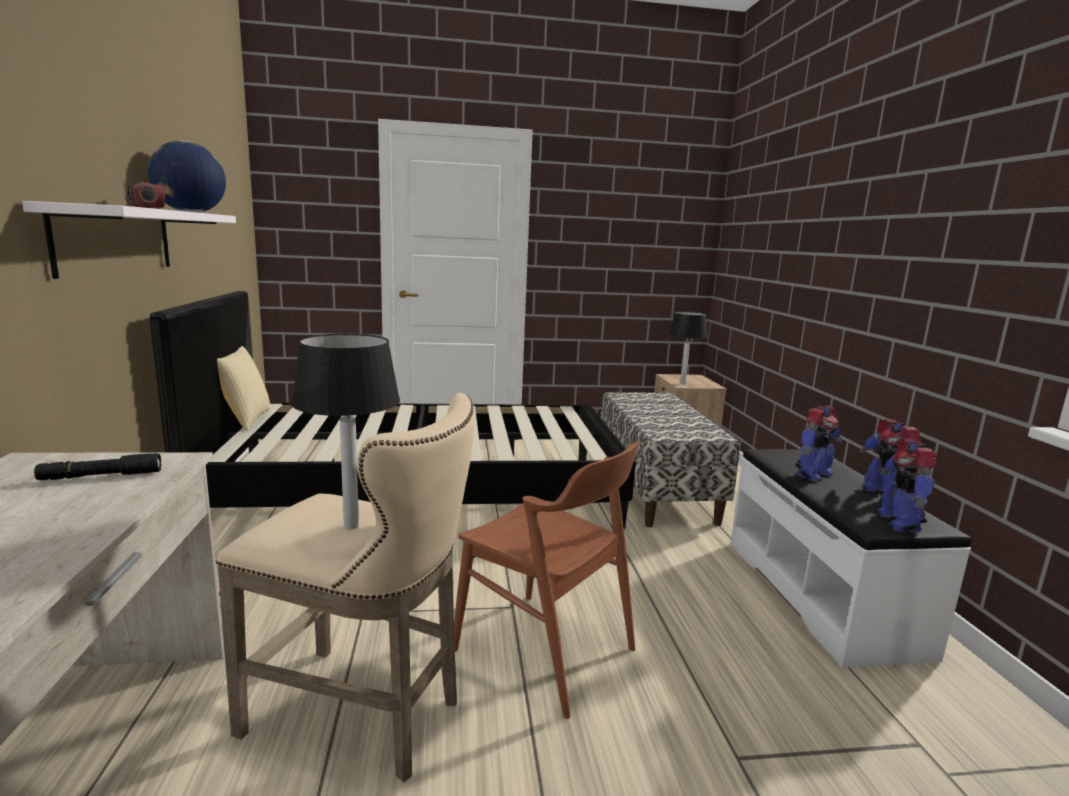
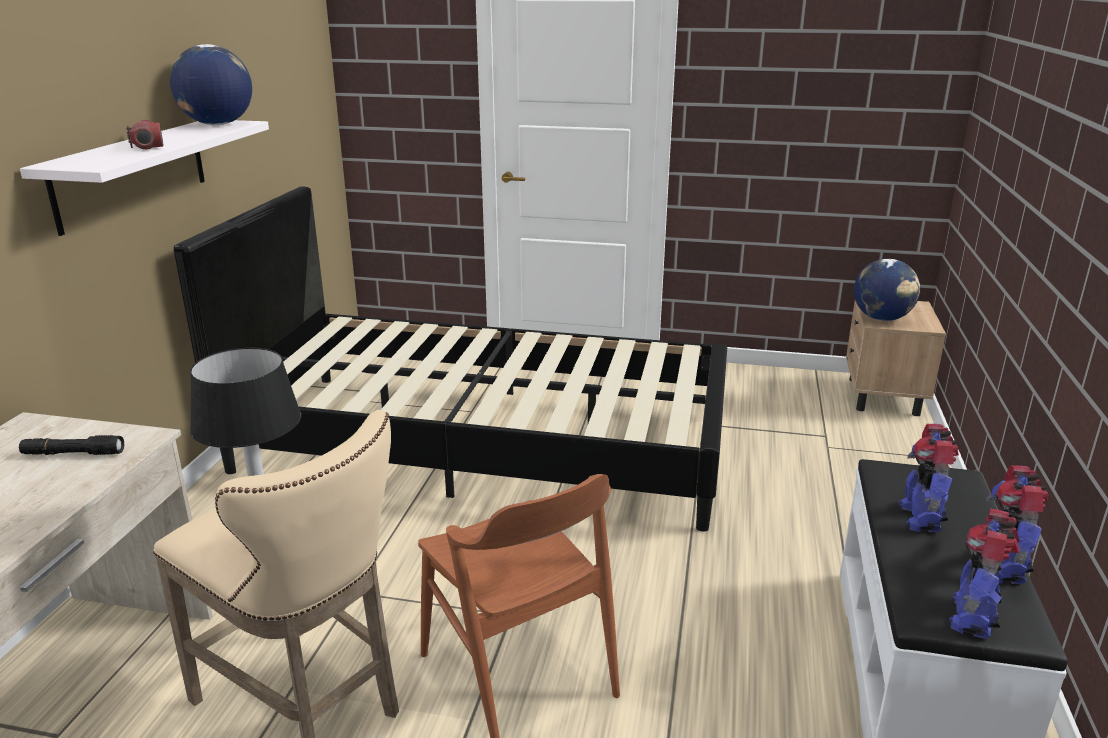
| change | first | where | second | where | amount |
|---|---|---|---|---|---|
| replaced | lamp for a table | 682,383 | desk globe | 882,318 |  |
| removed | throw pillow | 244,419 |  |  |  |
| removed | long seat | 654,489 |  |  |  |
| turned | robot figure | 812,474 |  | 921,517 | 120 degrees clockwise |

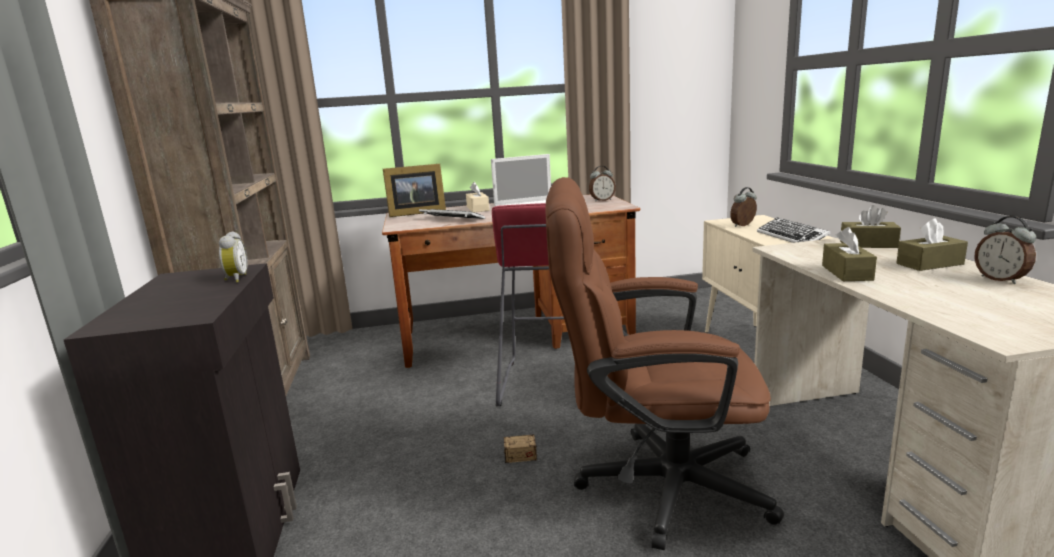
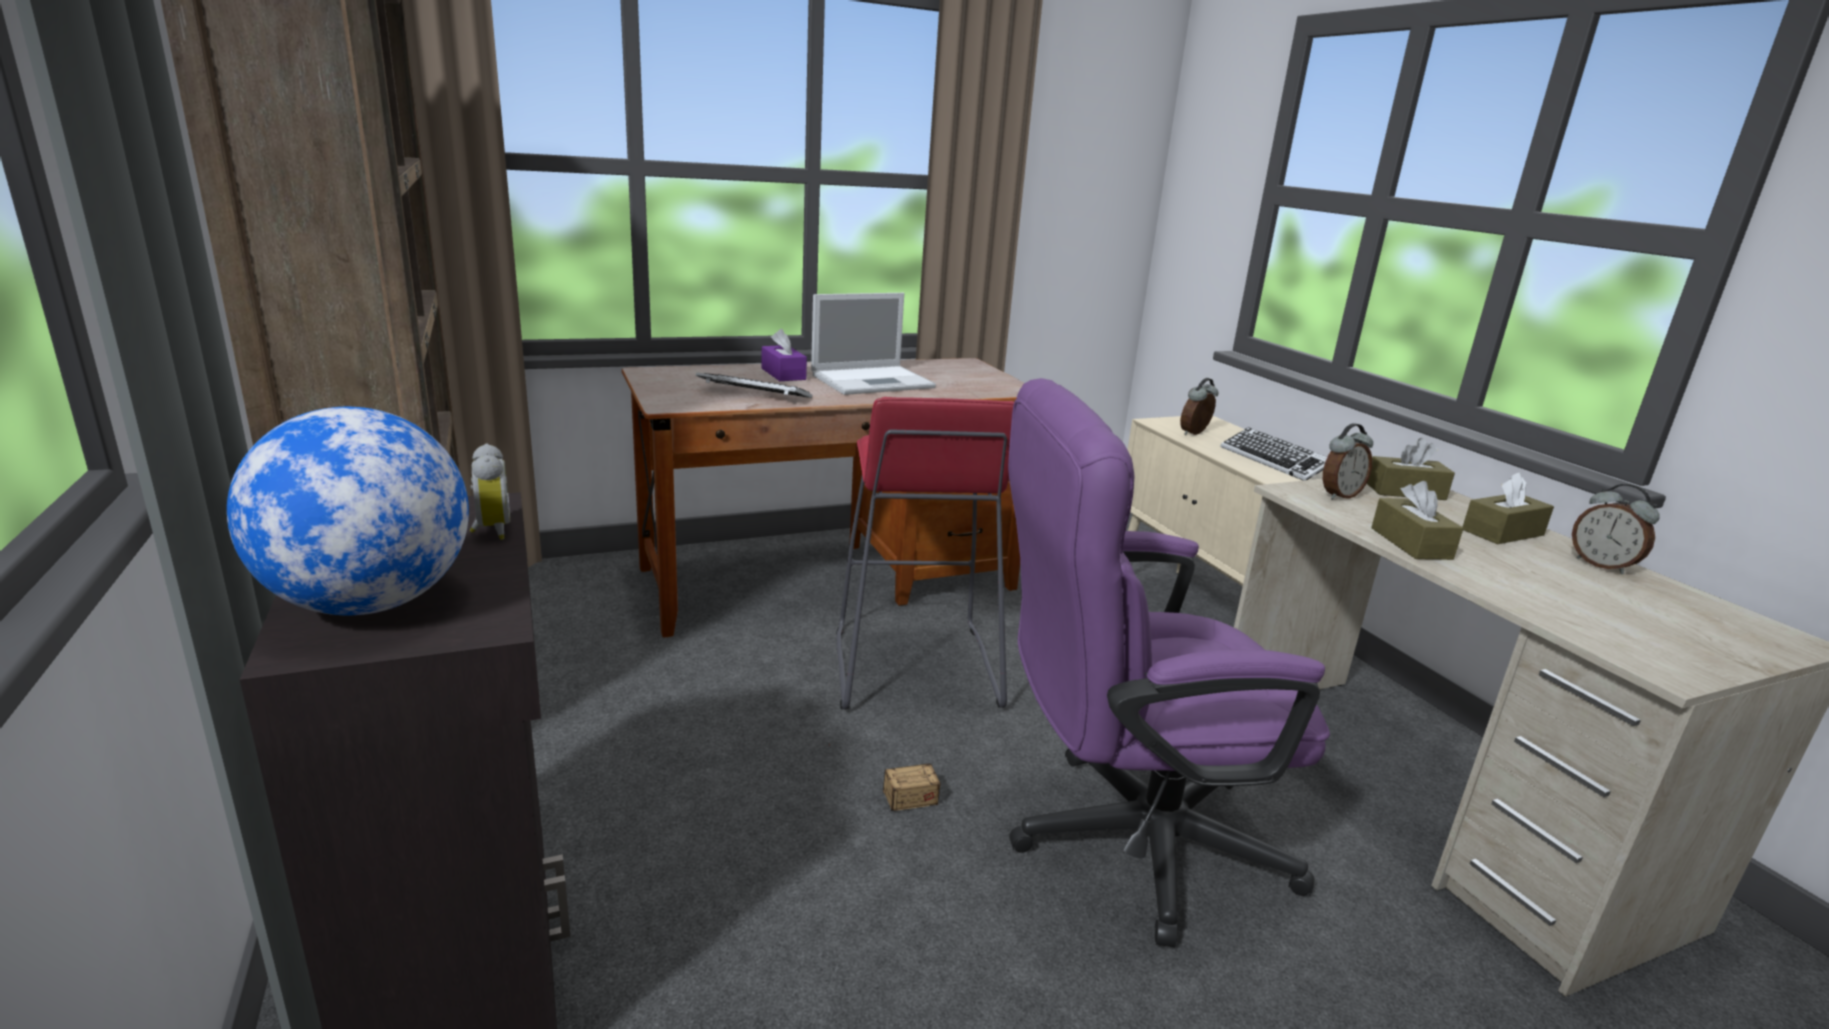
| change | first | where | second | where | amount |
|---|---|---|---|---|---|
| removed | picture frame | 415,213 |  |  |  |
| moved | table clock | 602,200 |  | 1339,495 |  |
| recoloured | brown-coloured desk chair | 654,485 | purple desk chair | 1123,840 |  |
| recoloured | sand-coloured tissue holder | 478,209 | purple tissue holder | 783,374 |  |
| added |  |  | desk globe | 370,604 |  |

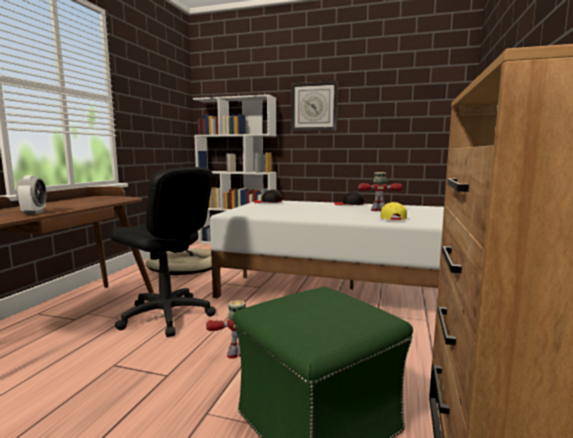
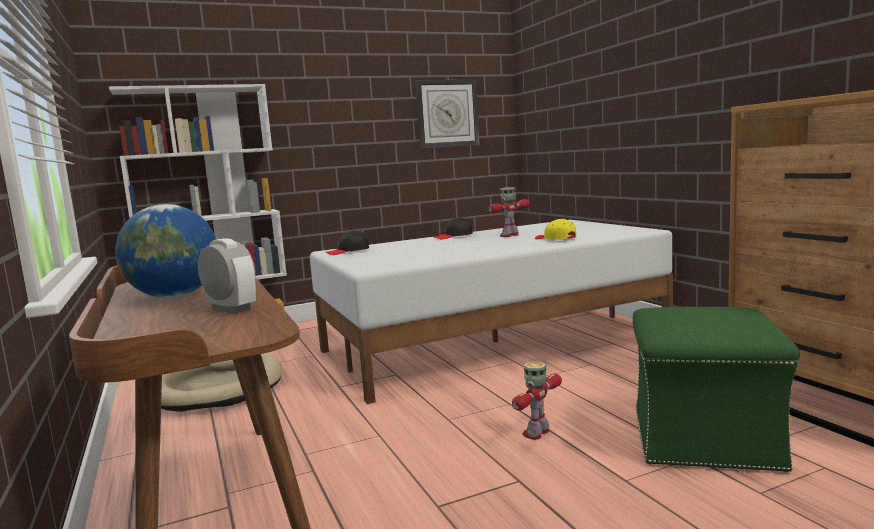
| change | first | where | second | where | amount |
|---|---|---|---|---|---|
| moved | wall clock | 314,106 |  | 447,113 |  |
| removed | black-coloured desk chair | 166,316 |  |  |  |
| added |  |  | desk globe | 174,296 |  |

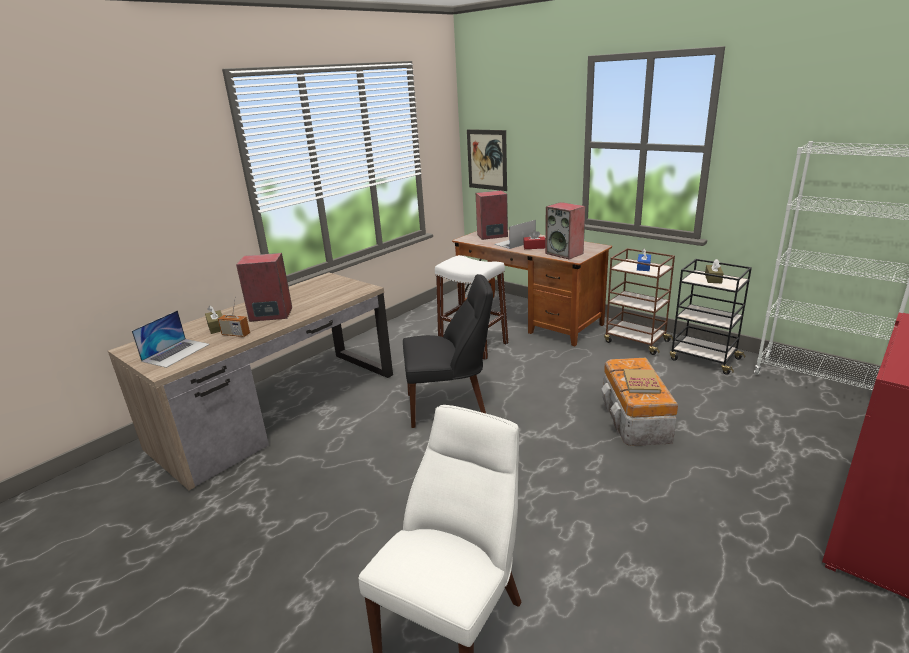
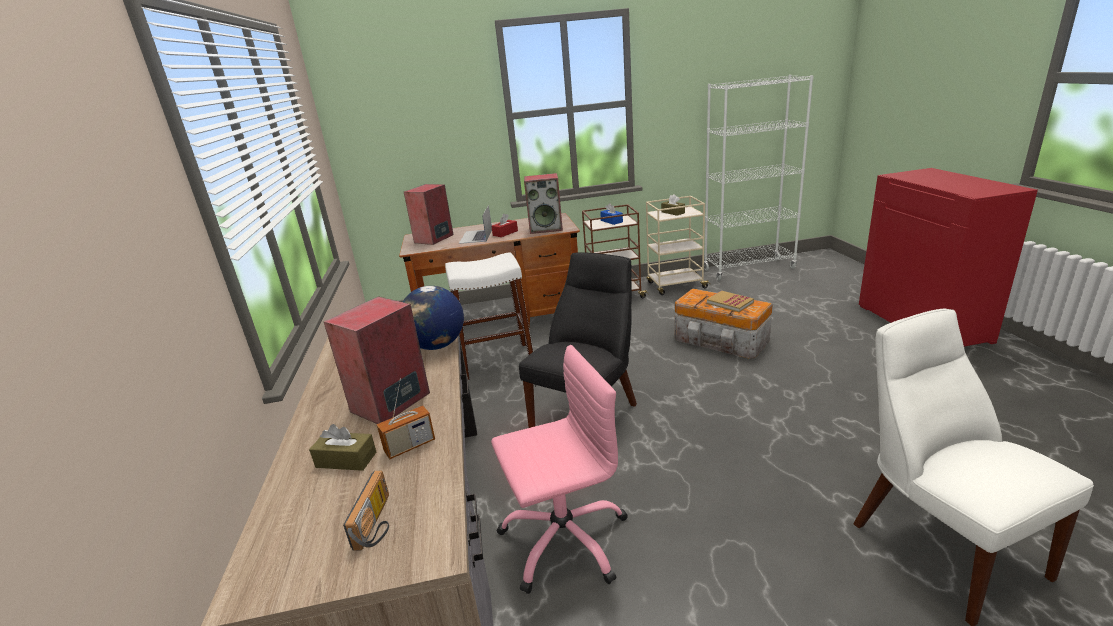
| change | first | where | second | where | amount |
|---|---|---|---|---|---|
| removed | wall picture | 487,160 |  |  |  |
| recoloured | black-coloured wheeled cart | 703,359 | sand-coloured wheeled cart | 675,285 |  |
| replaced | notebook computer | 176,352 | radio | 378,523 |  |
| added |  |  | desk globe | 436,346 |  |
| added |  |  | pinkish desk chair | 564,539 |  |

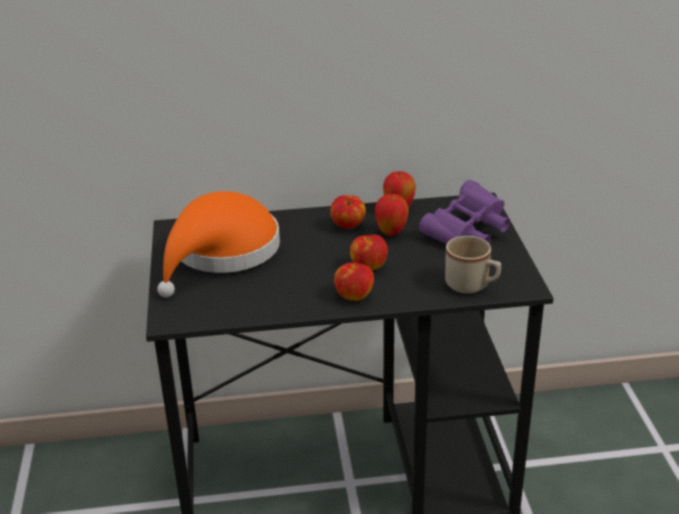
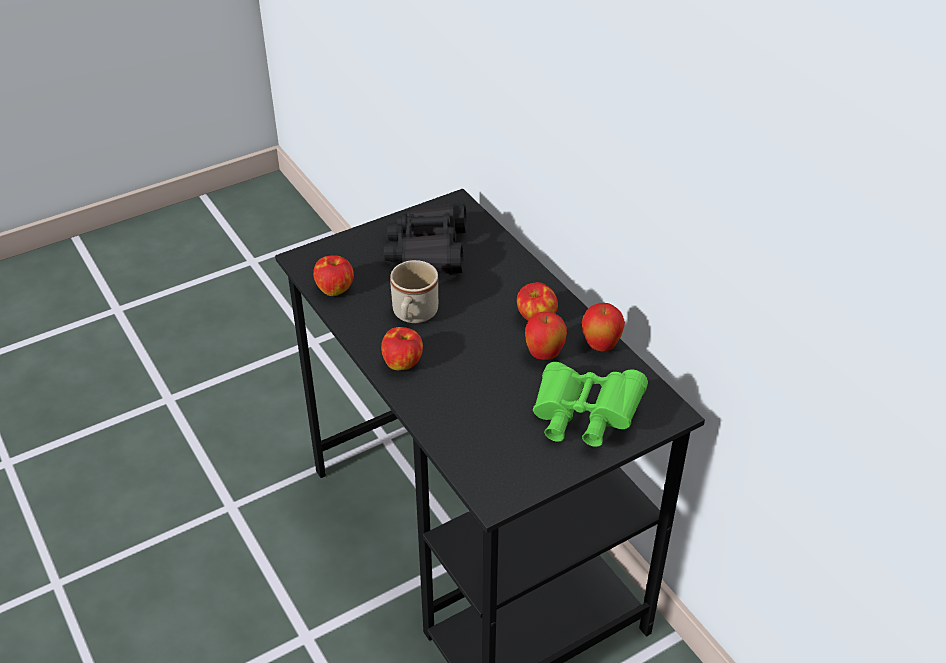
| change | first | where | second | where | amount |
|---|---|---|---|---|---|
| recoloured | purple binoculars | 467,233 | green-coloured binoculars | 583,418 |  |
| replaced | orange hat | 222,253 | black-coloured binoculars | 428,250 |  |
| moved | apple | 368,266 |  | 335,289 |  |
| moved | sand-coloured tea mug | 472,286 |  | 413,316 |  |

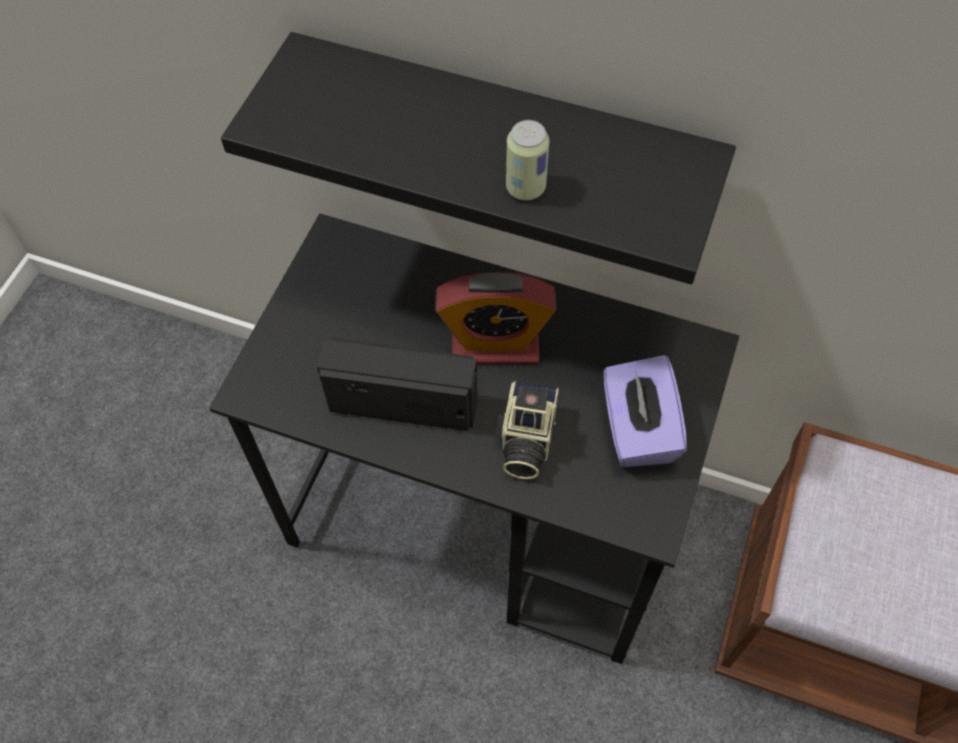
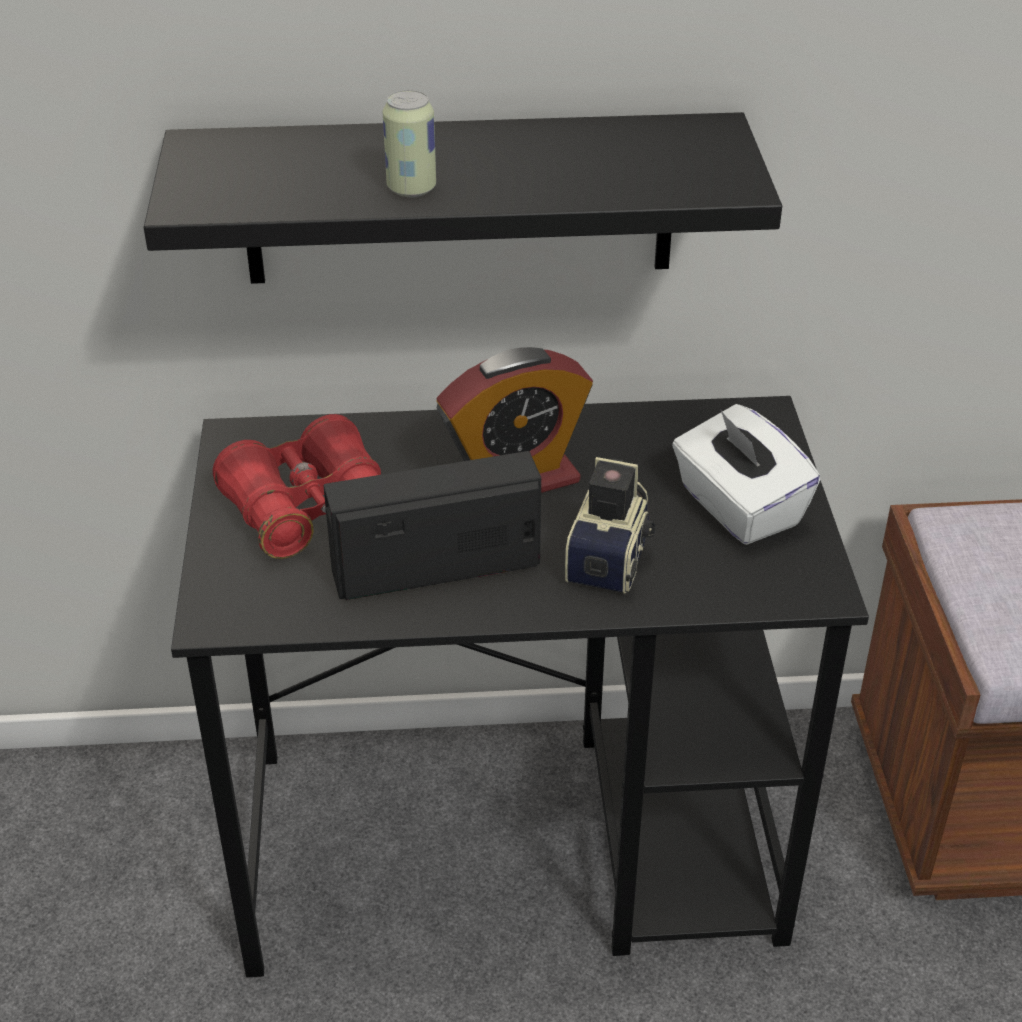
| change | first | where | second | where | amount |
|---|---|---|---|---|---|
| moved | metal can | 525,187 |  | 411,188 |  |
| recoloured | purple tissue holder | 637,429 | white-coloured tissue holder | 738,507 |  |
| turned | still camera | 525,440 |  | 613,556 | 150 degrees counterclockwise |
| added |  |  | red-coloured binoculars | 309,510 |  |

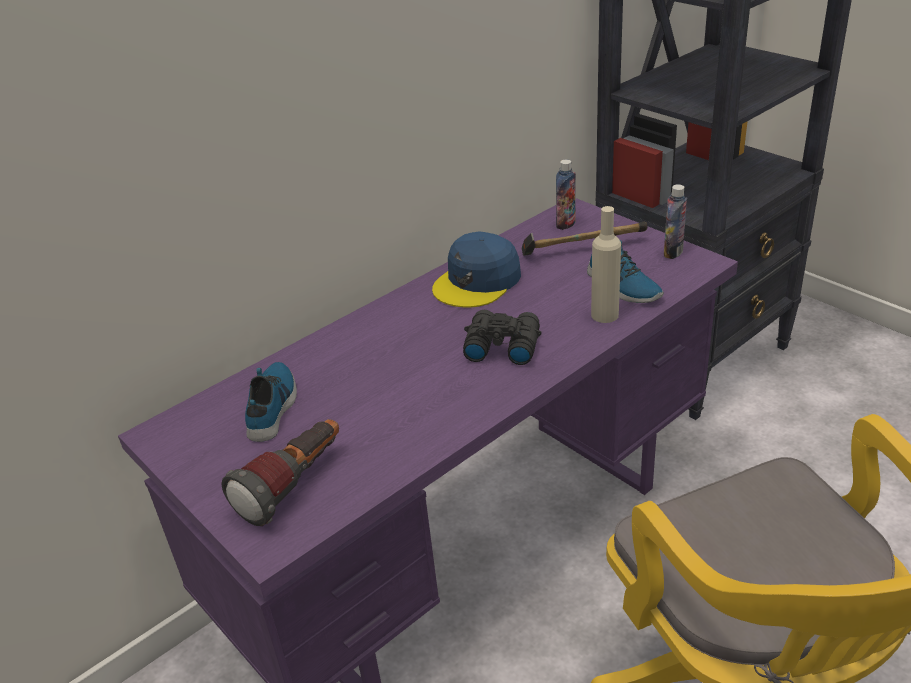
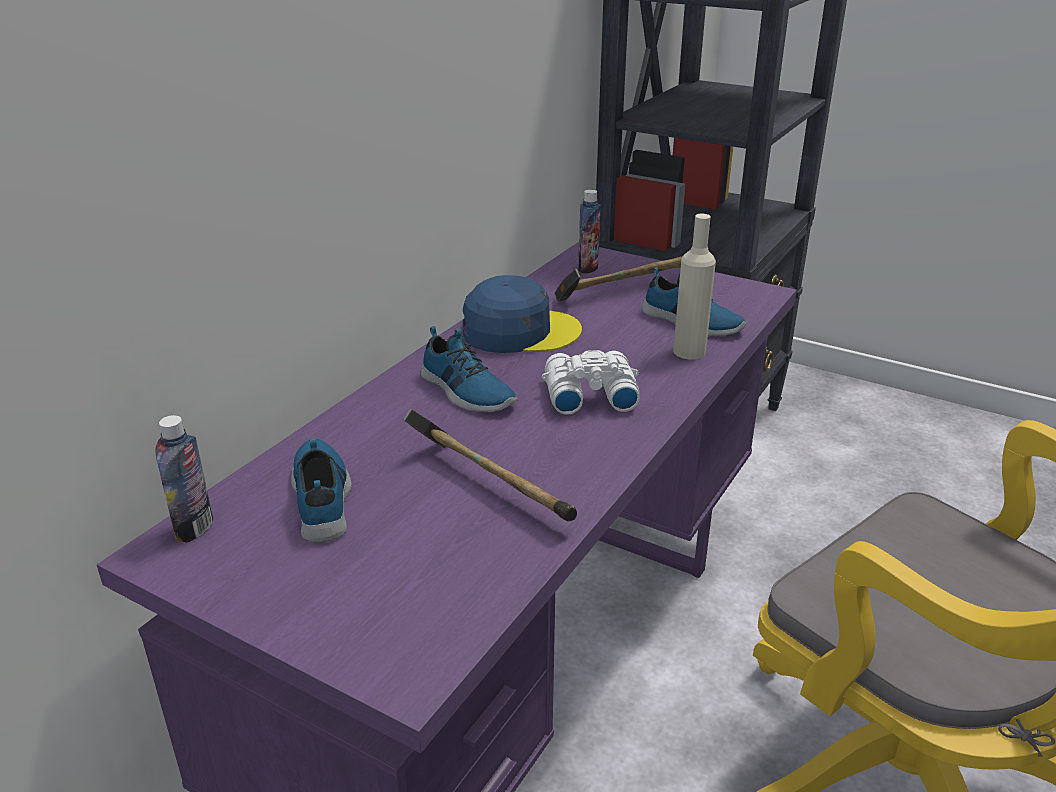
| change | first | where | second | where | amount |
|---|---|---|---|---|---|
| moved | beverage bottle | 673,252 |  | 194,528 |  |
| turned | bluish peaked cap | 478,281 |  | 519,331 | 120 degrees counterclockwise |
| recoloured | black-coloured binoculars | 501,345 | white-coloured binoculars | 588,394 |  |
| removed | hand torch | 294,486 |  |  |  |
| added |  |  | item of footwear | 465,392 |  |
| added |  |  | tool hammer | 488,485 |  |

